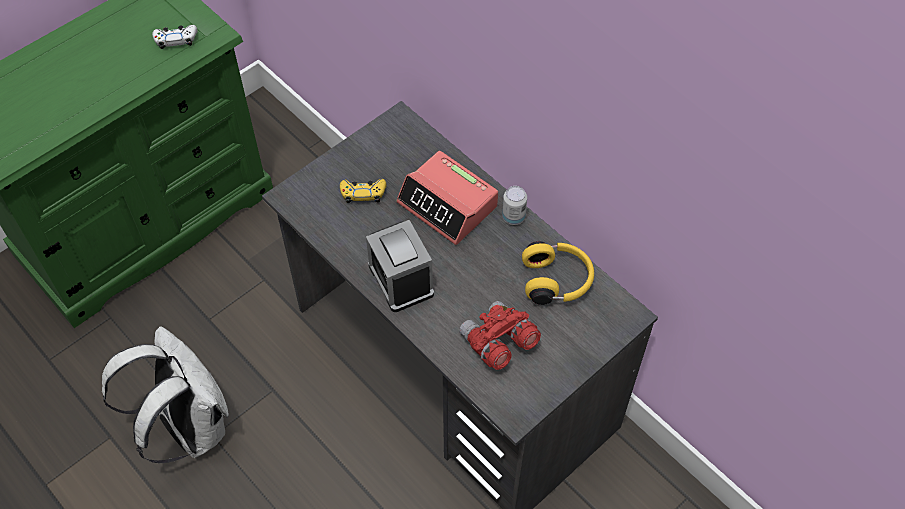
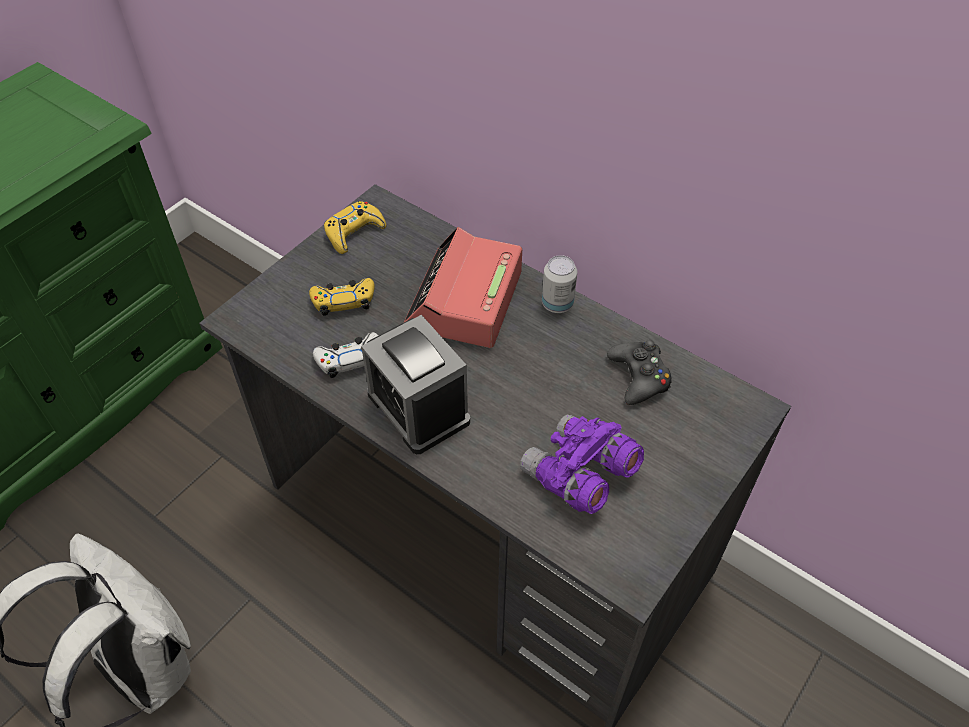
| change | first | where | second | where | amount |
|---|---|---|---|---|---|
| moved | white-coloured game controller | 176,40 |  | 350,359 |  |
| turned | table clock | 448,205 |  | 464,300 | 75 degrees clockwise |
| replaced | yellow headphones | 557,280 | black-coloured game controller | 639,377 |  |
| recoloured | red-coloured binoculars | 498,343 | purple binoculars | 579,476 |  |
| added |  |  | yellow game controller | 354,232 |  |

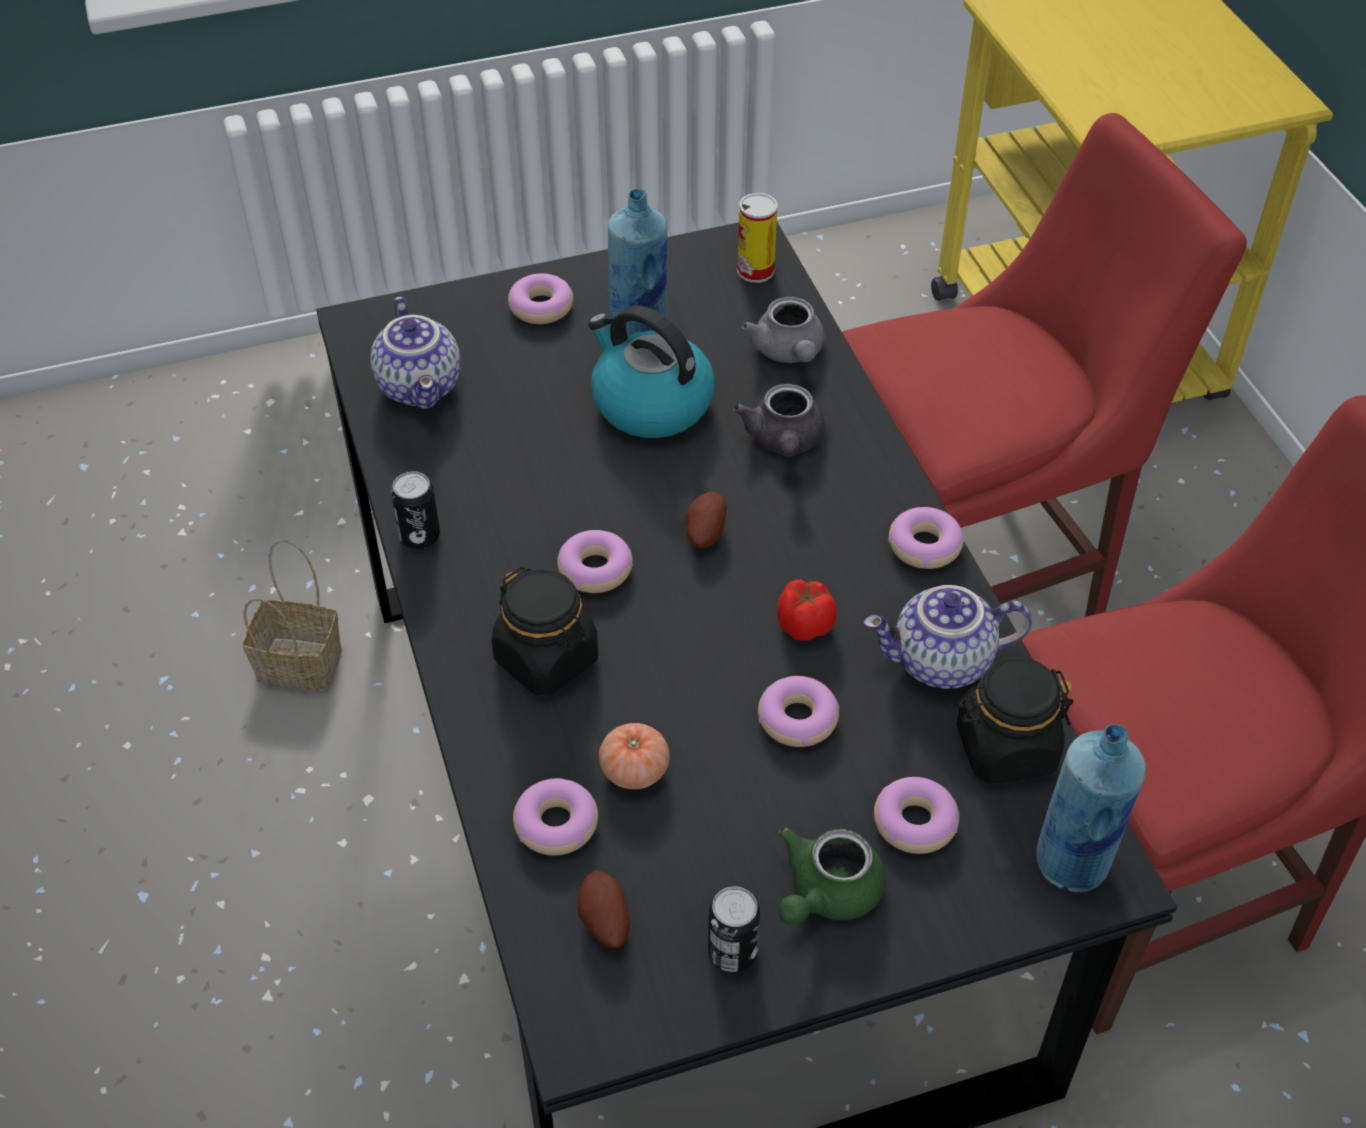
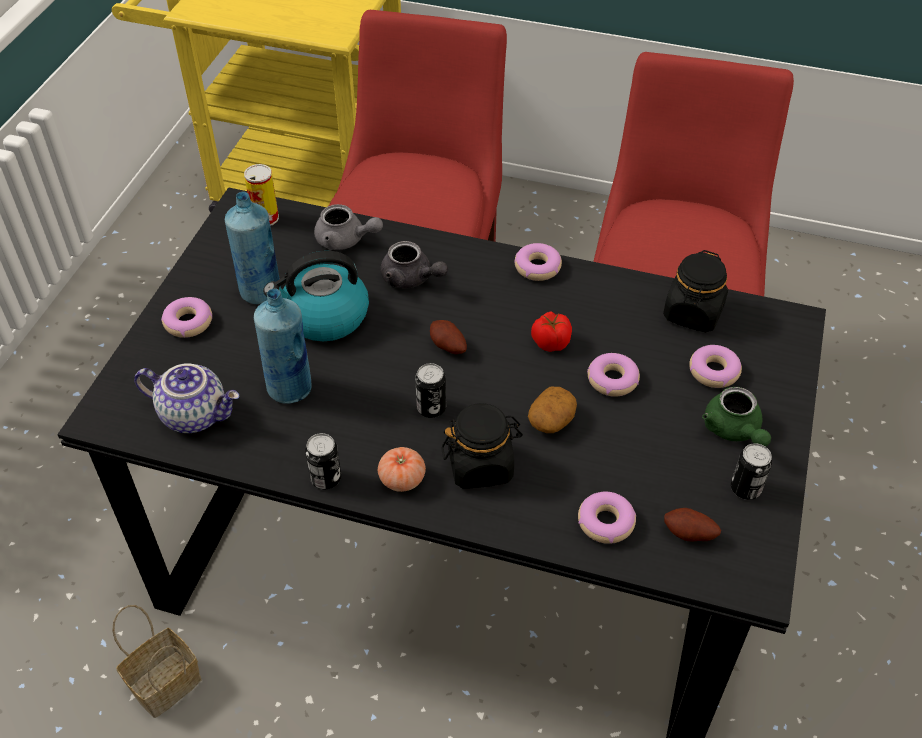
| change | first | where | second | where | amount |
|---|---|---|---|---|---|
| replaced | ring doughnut | 595,569 | metal can | 431,408 |  |
| removed | tea pot | 941,664 |  |  |  |
| moved | whole tomato | 634,770 |  | 402,479 |  |
| moved | bluish beverage bottle | 1073,862 |  | 290,388 |  |
| added |  |  | whole potato | 551,420 |  |

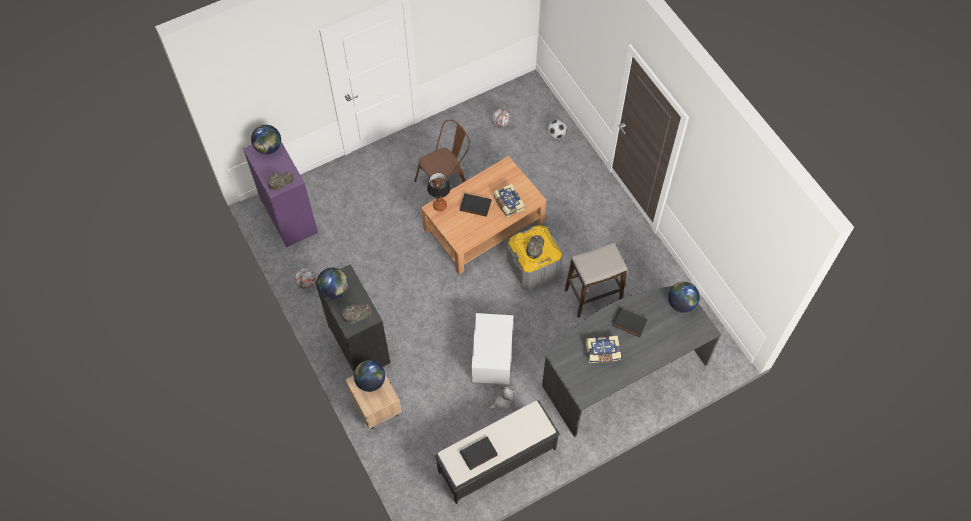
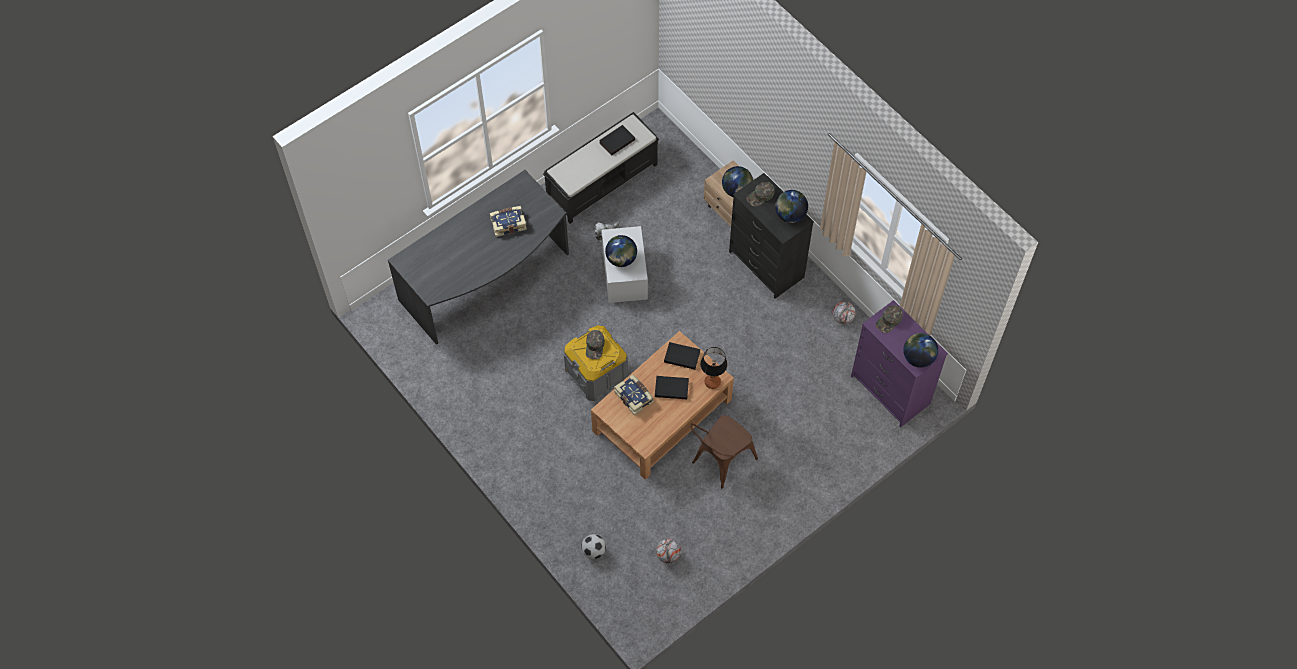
| change | first | where | second | where | amount |
|---|---|---|---|---|---|
| removed | stool | 592,296 |  |  |  |
| moved | desk globe | 681,303 |  | 621,259 |  |
| moved | black-coloured bound book | 628,323 |  | 682,356 |  |

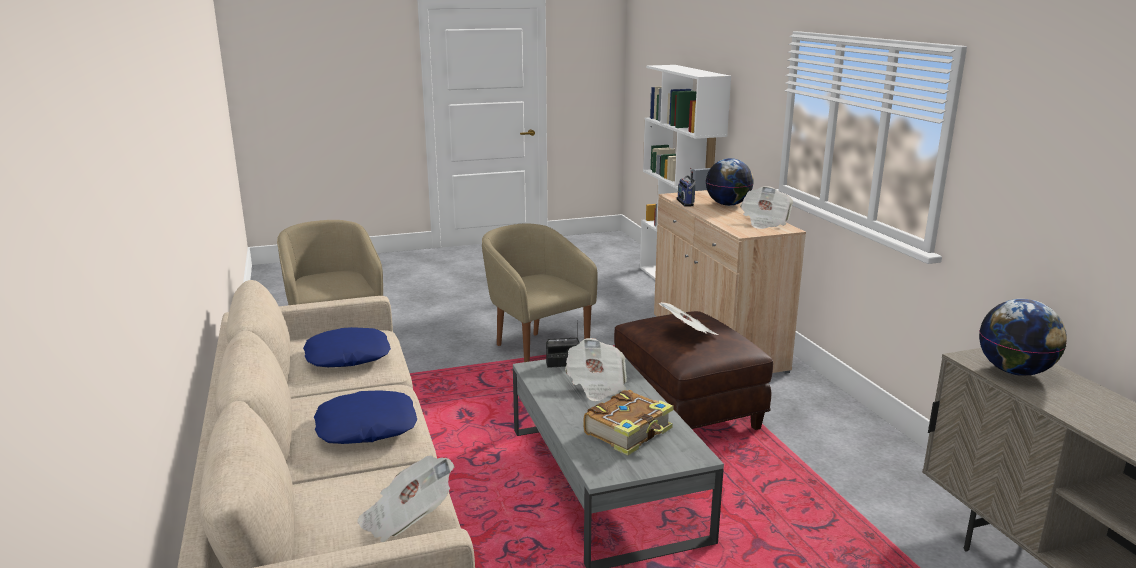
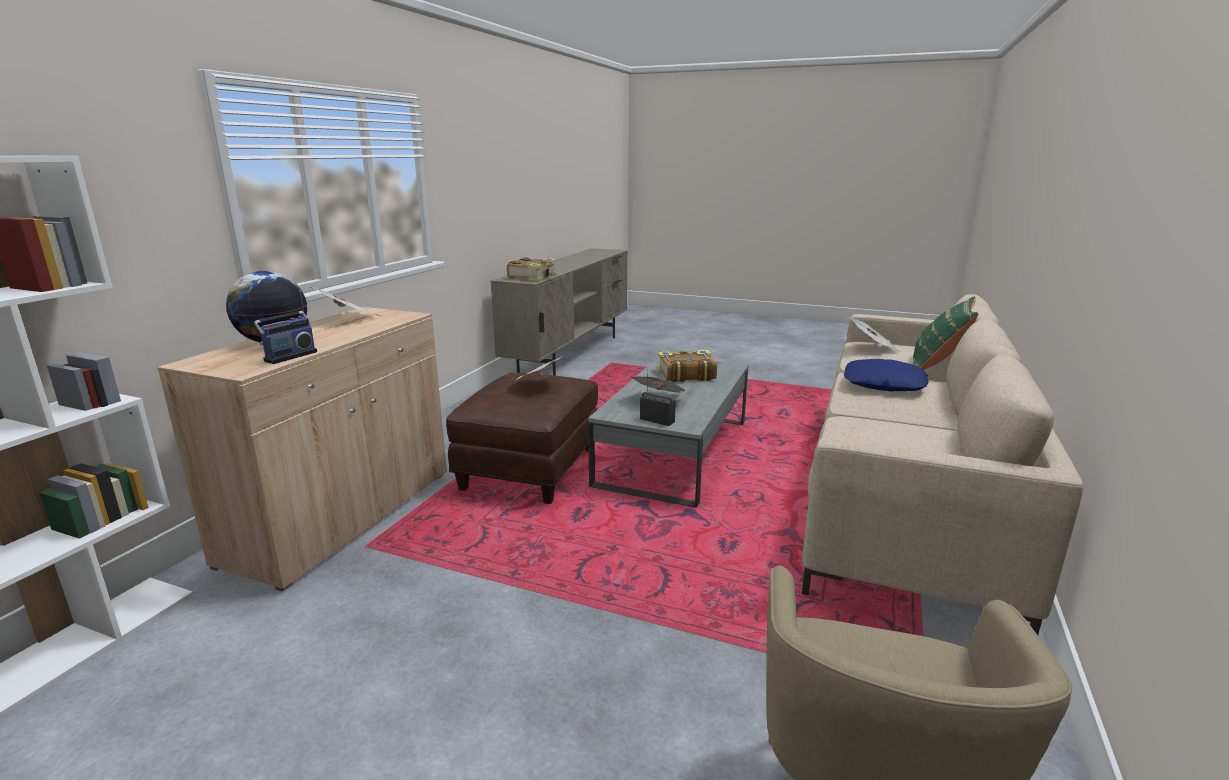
| change | first | where | second | where | amount |
|---|---|---|---|---|---|
| removed | sand-coloured lounge chair | 536,350 |  |  |  |
| replaced | desk globe | 1015,371 | bound book | 533,276 |  |
| removed | bluish throw pillow | 348,356 |  |  |  |
| added |  |  | green-coloured throw pillow | 937,366 |  |

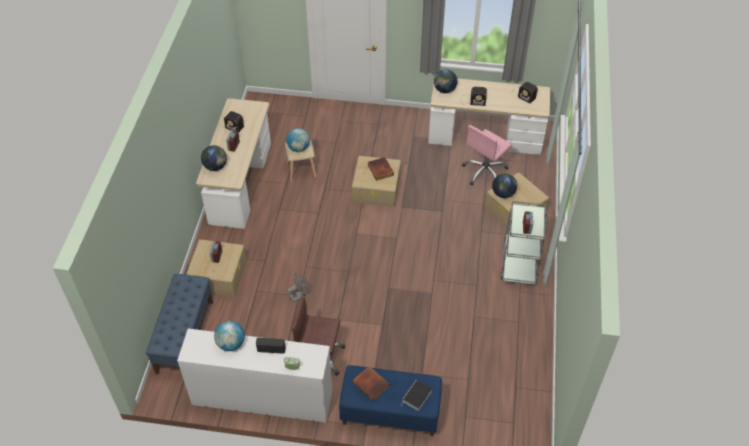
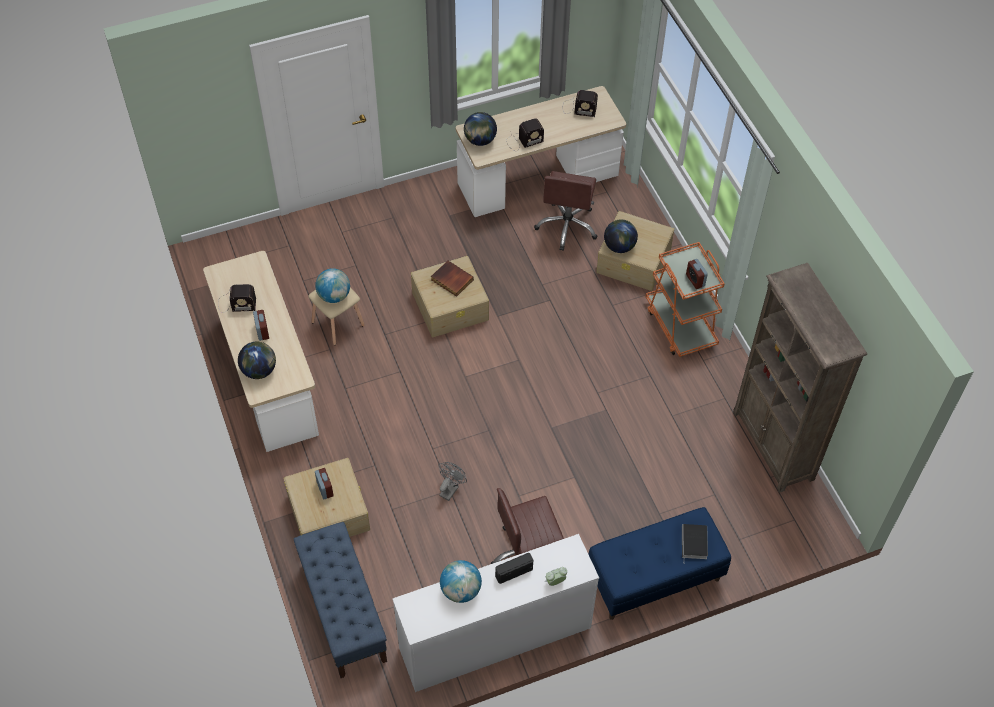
| change | first | where | second | where | amount |
|---|---|---|---|---|---|
| recoloured | pinkish desk chair | 485,172 | brown-coloured desk chair | 567,226 |  |
| recoloured | gray wheeled cart | 519,263 | orange wheeled cart | 680,325 |  |
| removed | bound book | 371,384 |  |  |  |
| added |  |  | brown-coloured bookcase | 773,446 |  |

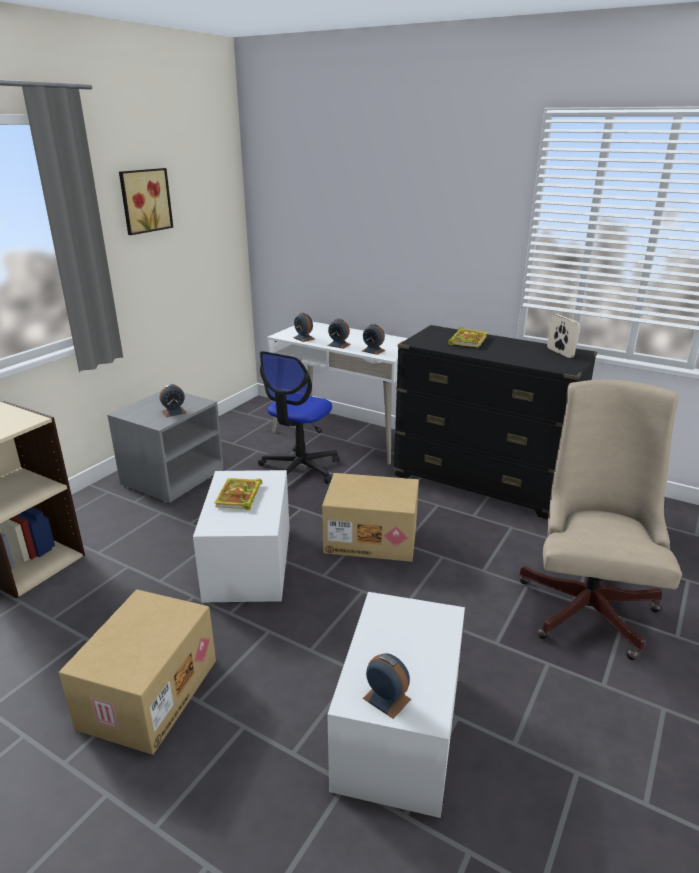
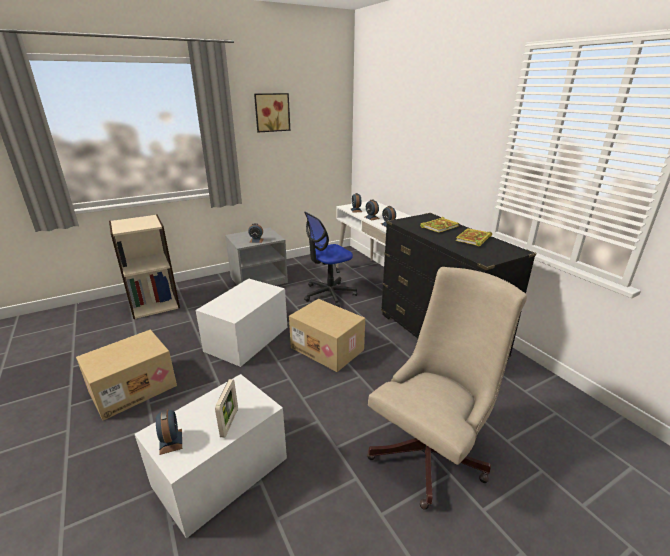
| change | first | where | second | where | amount |
|---|---|---|---|---|---|
| moved | picture frame | 560,353 |  | 229,422 |  |
| moved | bound book | 239,497 |  | 473,239 |  |

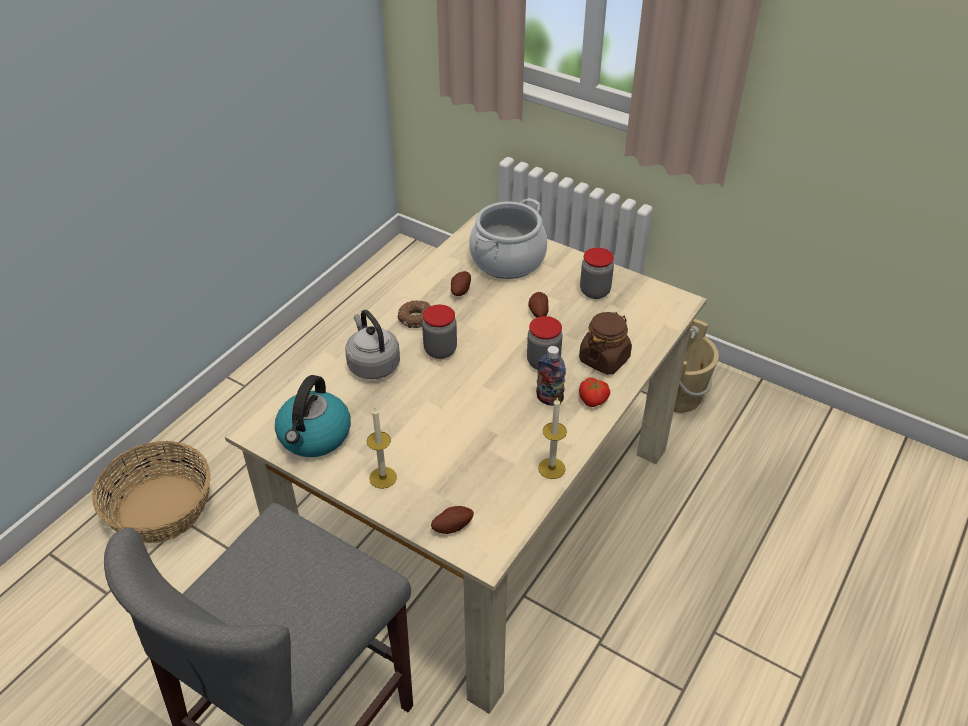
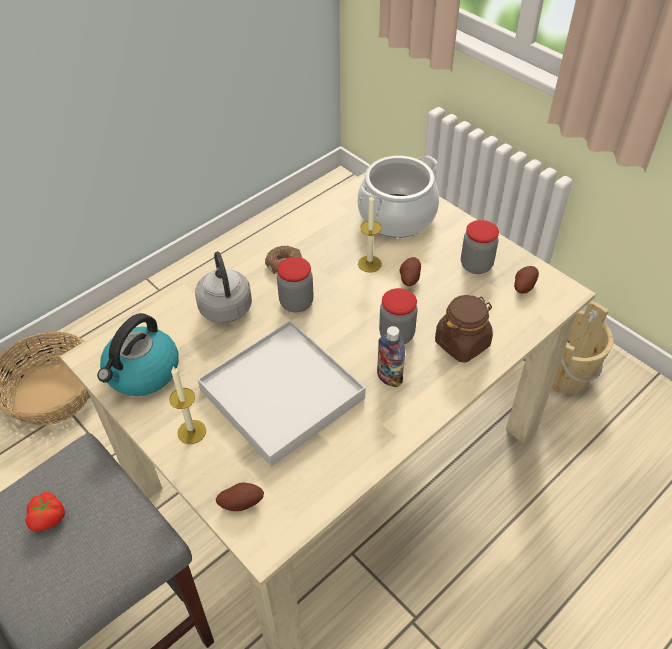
| change | first | where | second | where | amount |
|---|---|---|---|---|---|
| moved | whole potato | 460,291 |  | 523,286 |  |
| moved | whole tomato | 594,399 |  | 49,518 |  |
| moved | wax candle | 551,468 |  | 369,264 |  |
| added |  |  | white-coloured tray | 282,394 |  |

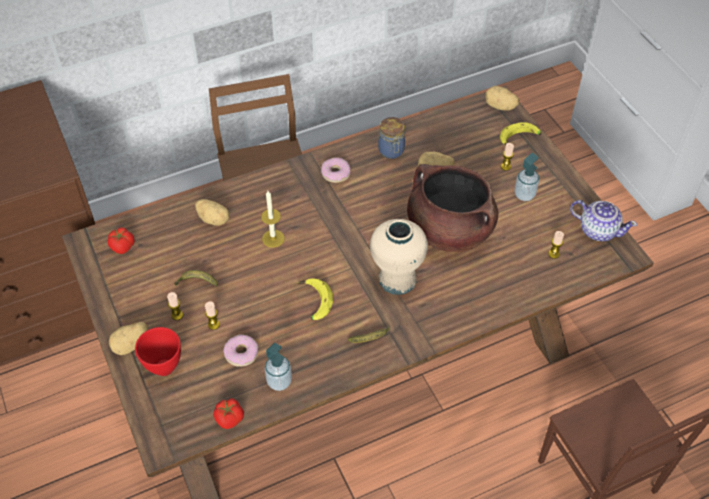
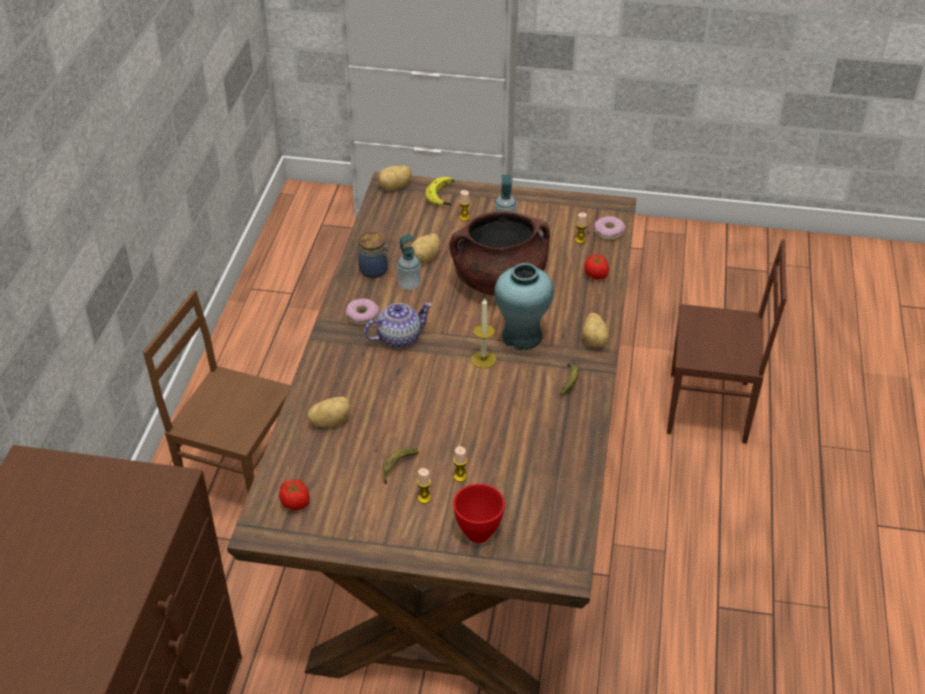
| change | first | where | second | where | amount |
|---|---|---|---|---|---|
| moved | wax candle | 273,238 |  | 483,359 |  |
| moved | tea pot | 598,230 |  | 398,338 |  |
| recoloured | sand-coloured flower vase | 397,280 | turquoise flower vase | 522,337 |  |
| removed | whole banana | 312,302 |  |  |  |
| moved | whole potato | 131,345 |  | 595,340 |  |
| moved | ring doughnut | 241,353 |  | 609,232 |  |
| moved | soap bottle | 279,382 |  | 409,284 |  |
| moved | whole tomato | 230,419 |  | 596,275 |  |

